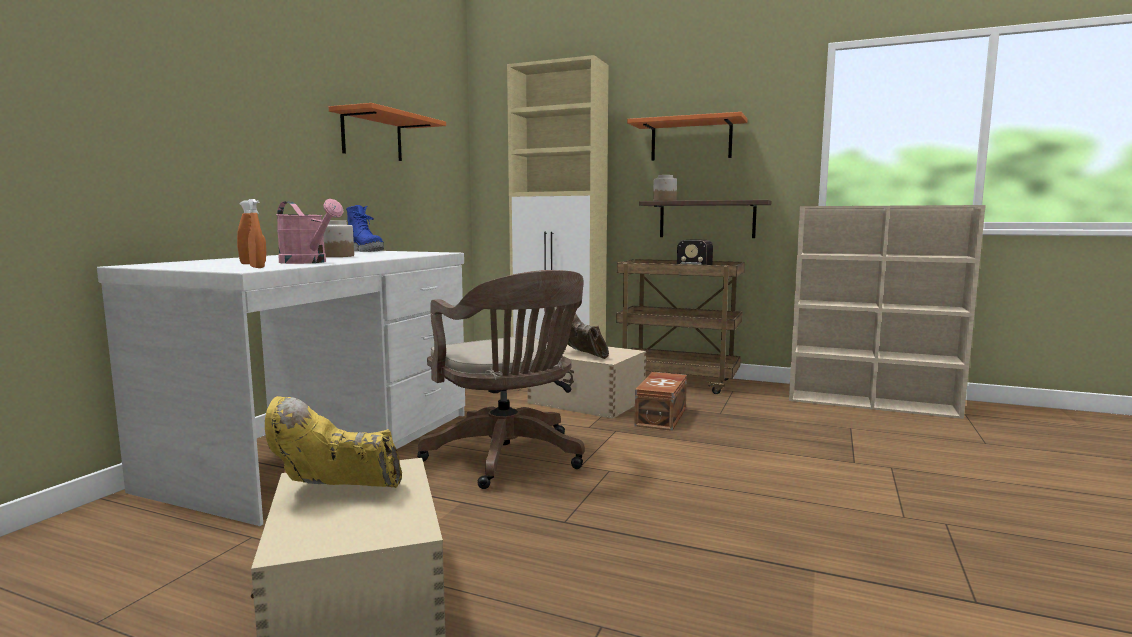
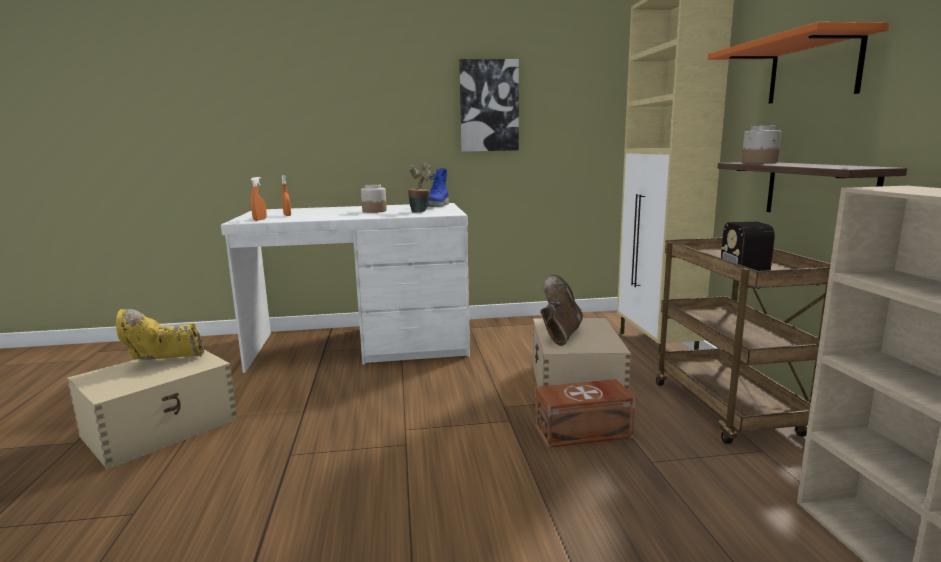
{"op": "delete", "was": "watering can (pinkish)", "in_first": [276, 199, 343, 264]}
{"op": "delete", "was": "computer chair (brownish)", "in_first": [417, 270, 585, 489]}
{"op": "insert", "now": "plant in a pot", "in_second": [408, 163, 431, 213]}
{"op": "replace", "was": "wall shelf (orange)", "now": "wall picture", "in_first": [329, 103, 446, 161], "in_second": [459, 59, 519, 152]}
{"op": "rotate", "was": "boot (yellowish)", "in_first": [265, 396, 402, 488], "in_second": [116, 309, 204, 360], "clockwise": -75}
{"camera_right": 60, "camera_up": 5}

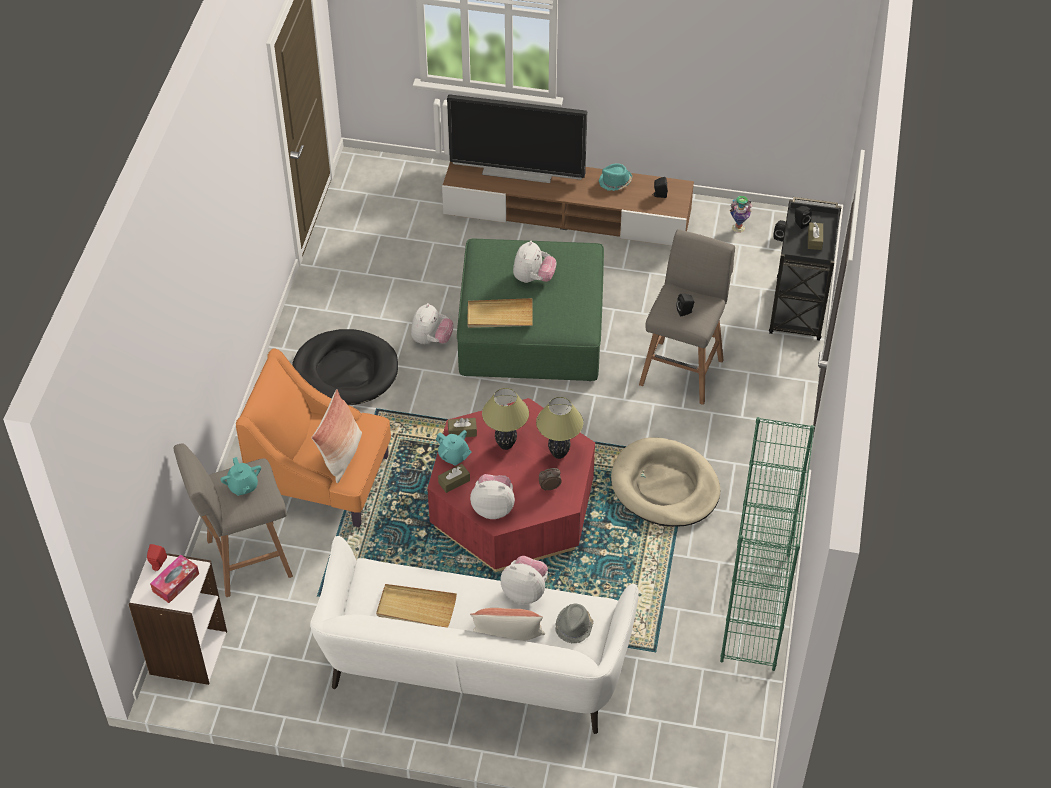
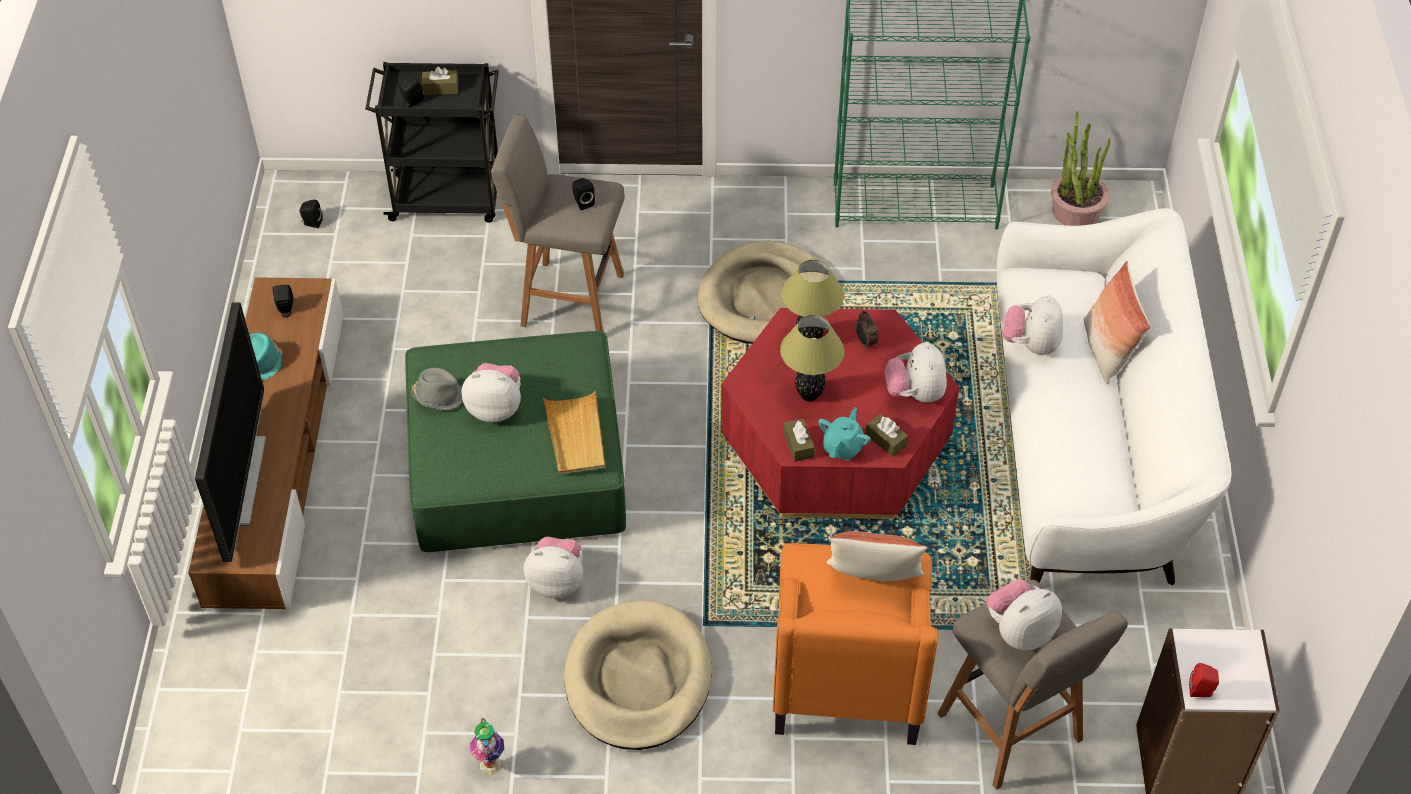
{"op": "delete", "was": "tissue box", "in_first": [150, 555, 199, 603]}
{"op": "delete", "was": "carrying tray (sand-coloured)", "in_first": [376, 584, 457, 628]}
{"op": "insert", "now": "plant in a pot", "in_second": [1051, 111, 1110, 226]}
{"op": "move", "was": "hat (greyish)", "in_first": [555, 604, 593, 643], "in_second": [411, 368, 463, 410]}
{"op": "move", "was": "vase", "in_first": [730, 196, 752, 232], "in_second": [470, 718, 504, 775]}
{"op": "replace", "was": "teapot (turquoise-coloured)", "now": "plush toy", "in_first": [220, 457, 261, 496], "in_second": [986, 579, 1062, 650]}
{"op": "recolor", "was": "dog bed (black)", "now": "dog bed (sand-coloured)", "in_first": [292, 329, 398, 405], "in_second": [564, 600, 712, 750]}
{"camera_right": -100, "camera_up": 0}

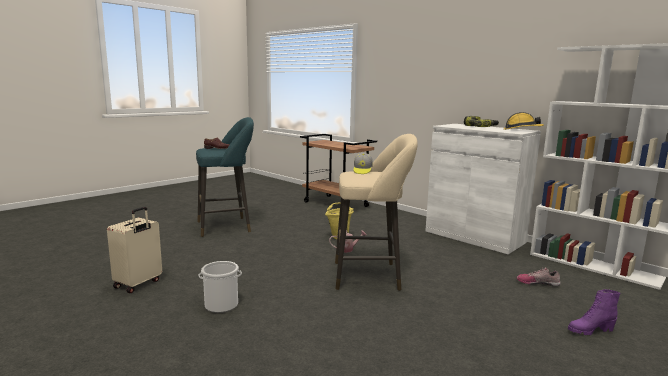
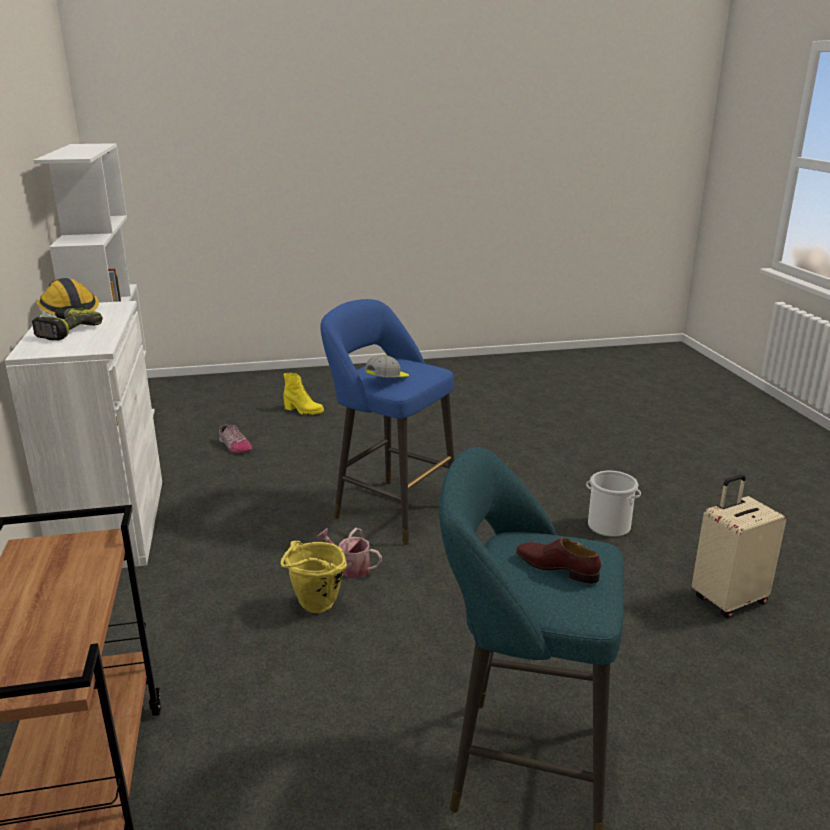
{"op": "recolor", "was": "stool seat (sand-coloured)", "now": "stool seat (blue-coloured)", "in_first": [335, 134, 418, 291], "in_second": [321, 299, 454, 545]}
{"op": "recolor", "was": "boot (purple-coloured)", "now": "boot (yellowish)", "in_first": [568, 289, 620, 336], "in_second": [283, 373, 324, 415]}
{"camera_right": -145, "camera_up": 10}

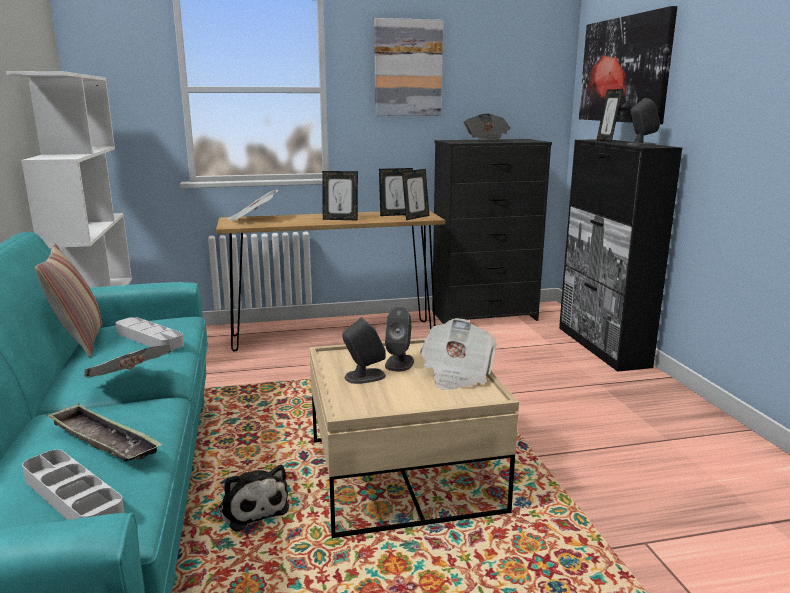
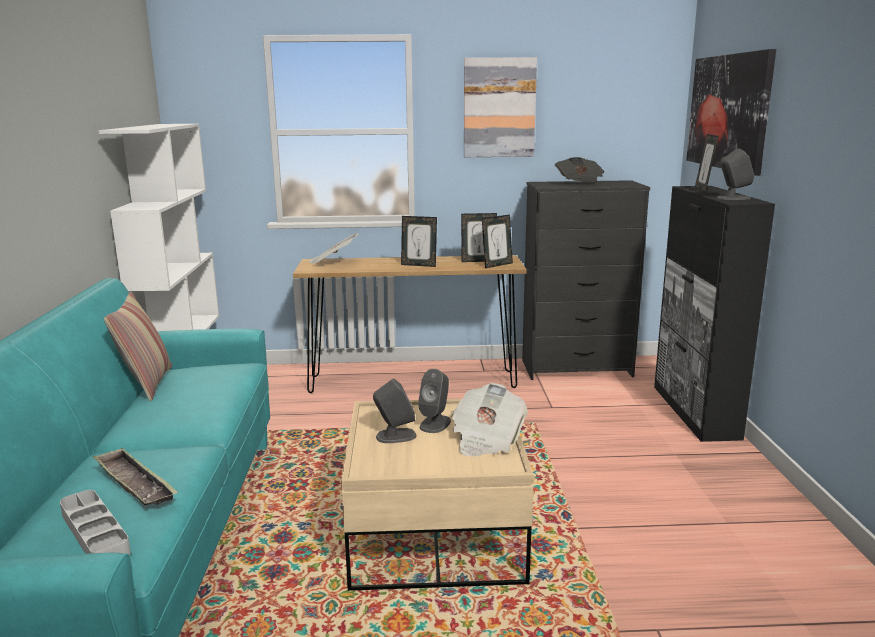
{"op": "delete", "was": "printed paper", "in_first": [84, 345, 171, 378]}
{"op": "delete", "was": "carrying tray (greyish)", "in_first": [115, 317, 184, 351]}
{"op": "delete", "was": "plush toy", "in_first": [219, 465, 289, 532]}
{"camera_right": 10, "camera_up": 0}

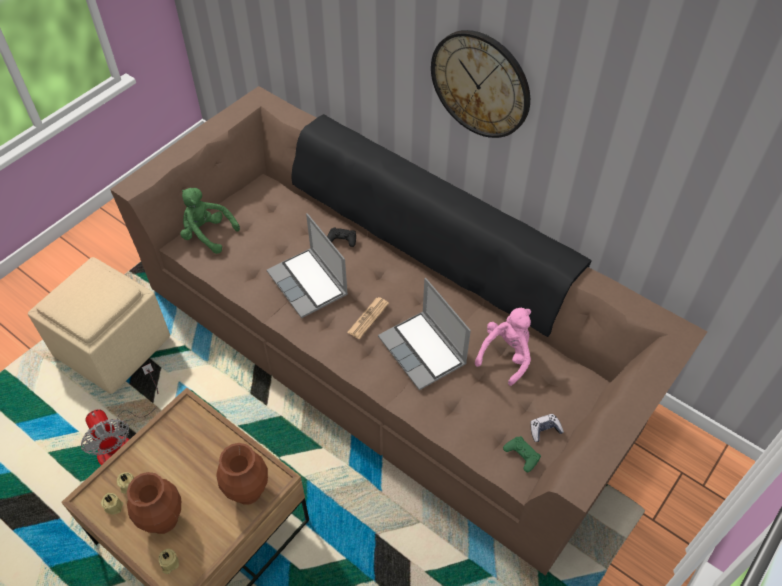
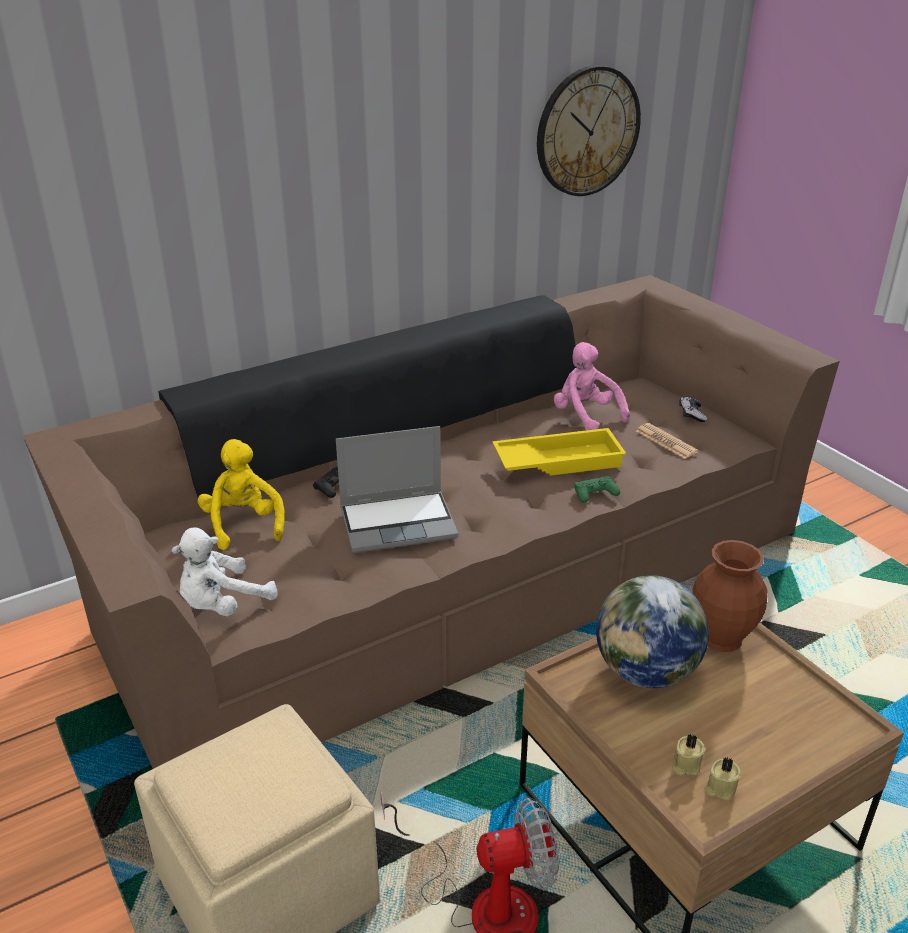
{"op": "delete", "was": "vase (brownish)", "in_first": [127, 472, 181, 534]}
{"op": "delete", "was": "wax candle (sand-coloured)", "in_first": [158, 548, 179, 574]}
{"op": "insert", "now": "plush toy (yellowish)", "in_second": [198, 439, 285, 550]}
{"op": "insert", "now": "globe", "in_second": [596, 575, 709, 688]}
{"op": "move", "was": "printed paper", "in_first": [347, 297, 389, 339], "in_second": [636, 423, 699, 459]}
{"op": "move", "was": "wall clock", "in_first": [431, 30, 530, 138], "in_second": [537, 65, 641, 196]}
{"op": "move", "was": "joypad (green)", "in_first": [503, 436, 541, 472], "in_second": [574, 476, 620, 503]}
{"op": "replace", "was": "portable computer", "now": "carrying tray (yellowish)", "in_first": [378, 278, 471, 390], "in_second": [492, 428, 626, 476]}
{"op": "recolor", "was": "plush toy (green)", "now": "plush toy (white)", "in_first": [180, 188, 240, 254], "in_second": [172, 527, 278, 616]}
{"camera_right": -70, "camera_up": -20}

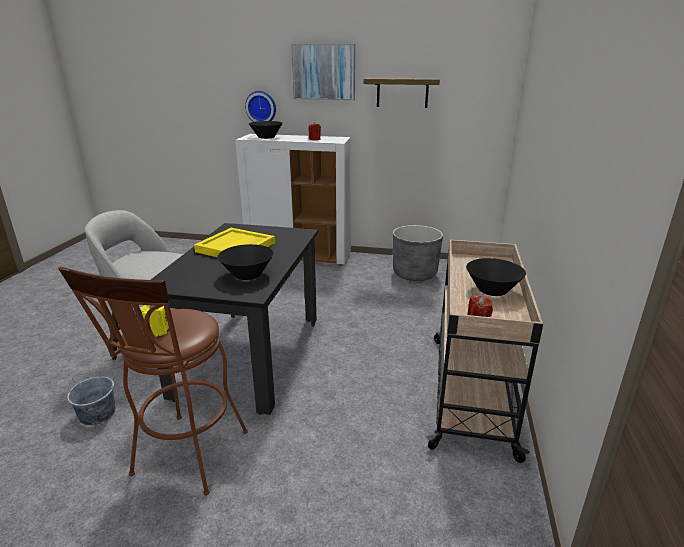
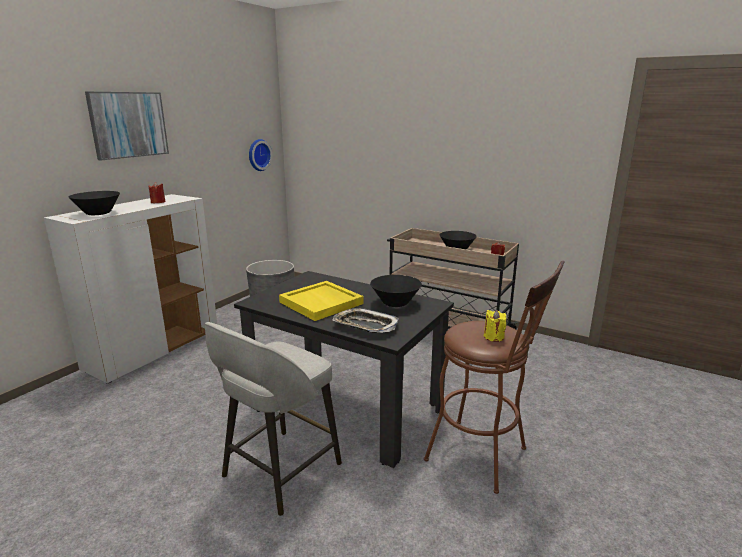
{"op": "delete", "was": "water bucket (greyish)", "in_first": [67, 369, 115, 425]}
{"op": "delete", "was": "wall shelf", "in_first": [364, 78, 440, 108]}
{"op": "insert", "now": "carrying tray", "in_second": [333, 308, 399, 333]}
{"op": "move", "was": "wall clock", "in_first": [245, 91, 276, 122], "in_second": [249, 139, 272, 171]}
{"camera_right": -70, "camera_up": -5}

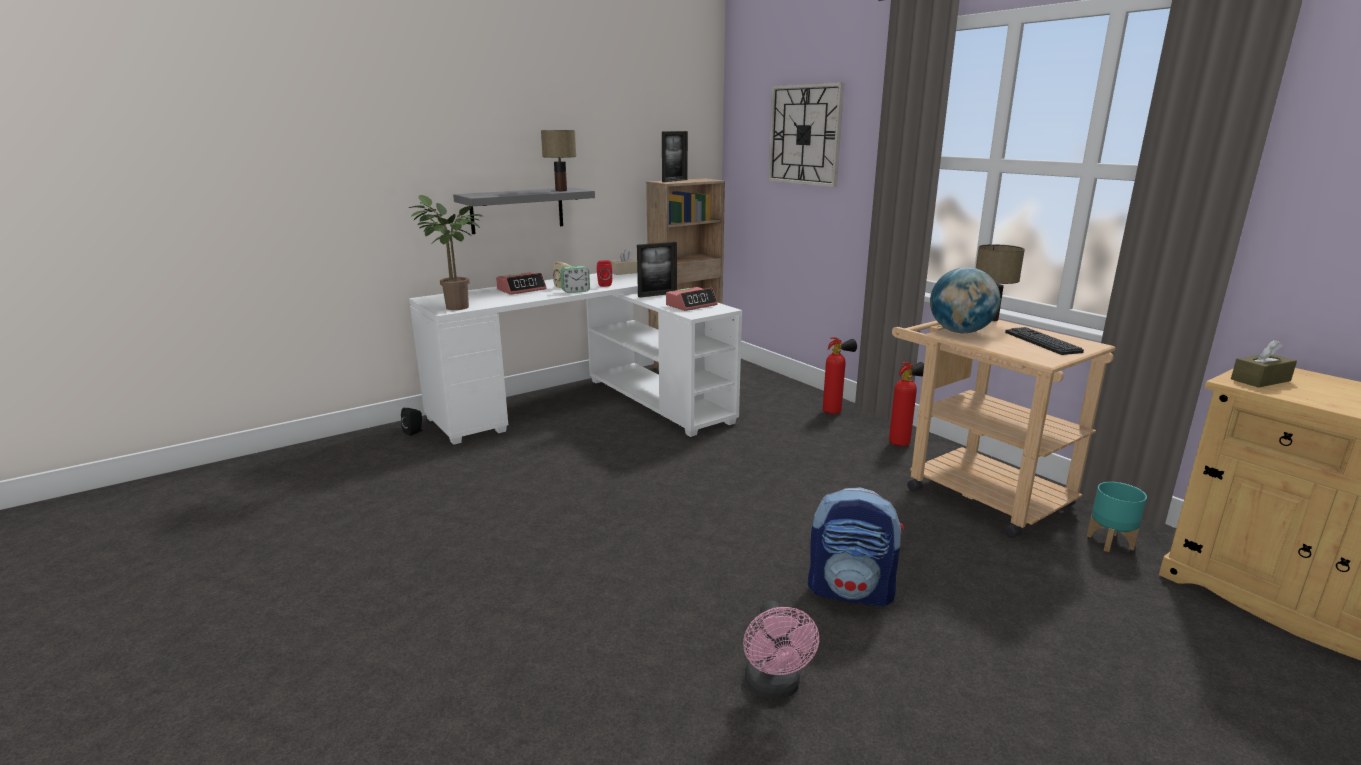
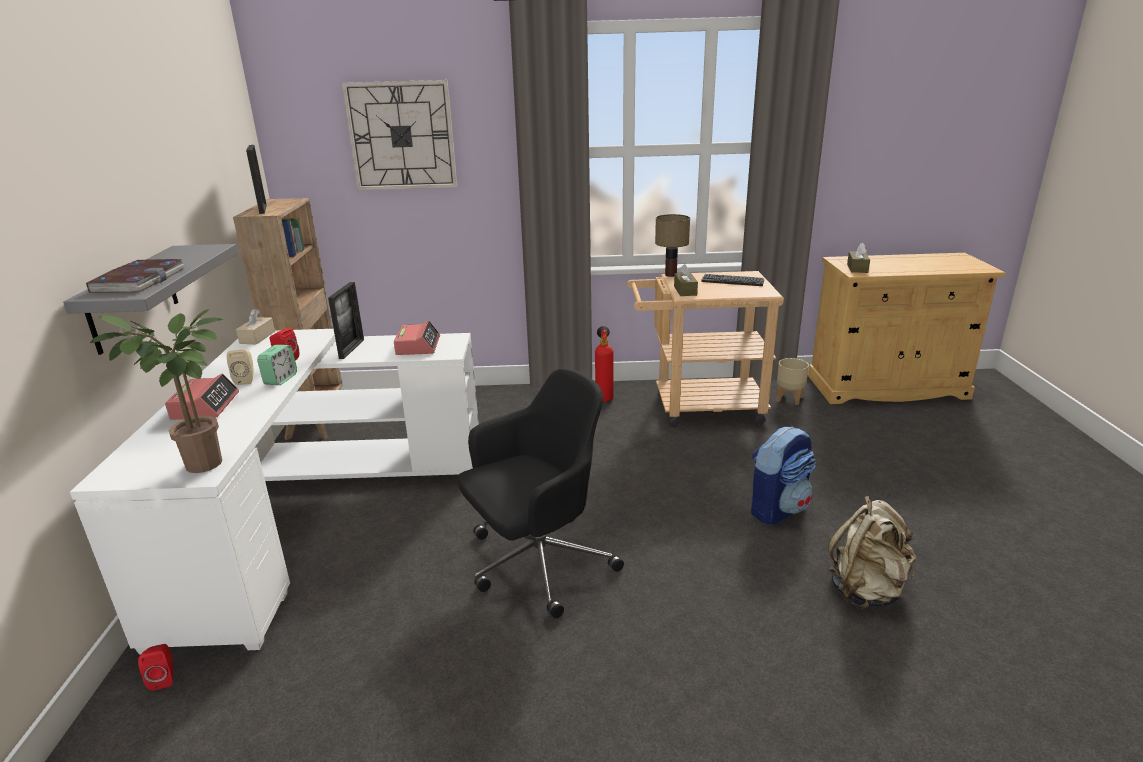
{"op": "delete", "was": "lamp for a table", "in_first": [541, 130, 576, 191]}
{"op": "delete", "was": "fire extinguisher", "in_first": [823, 337, 857, 414]}
{"op": "insert", "now": "bound book", "in_second": [86, 259, 184, 293]}
{"op": "insert", "now": "computer chair (black)", "in_second": [458, 368, 624, 618]}
{"op": "replace", "was": "electric fan (pinkish)", "now": "rucksack (sand-coloured)", "in_first": [743, 600, 819, 699], "in_second": [828, 496, 917, 609]}
{"op": "replace", "was": "globe", "now": "tissue box (brownish)", "in_first": [930, 267, 1000, 333], "in_second": [674, 264, 698, 296]}
{"op": "recolor", "was": "speaker (black)", "now": "speaker (red-coloured)", "in_first": [401, 408, 422, 436], "in_second": [138, 644, 173, 691]}
{"op": "recolor", "was": "plant pot (turquoise-coloured)", "now": "plant pot (sand-coloured)", "in_first": [1087, 482, 1147, 552], "in_second": [776, 358, 809, 405]}
{"camera_right": -55, "camera_up": 5}

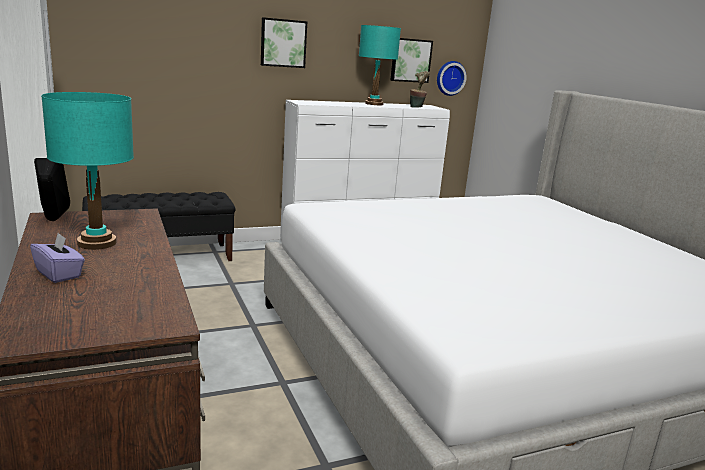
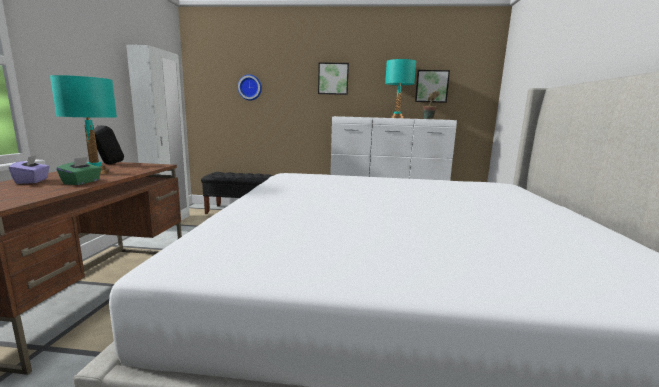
{"op": "insert", "now": "tissue box (green)", "in_second": [56, 157, 102, 185]}
{"op": "move", "was": "wall clock", "in_first": [437, 61, 467, 96], "in_second": [238, 75, 262, 100]}
{"camera_right": 30, "camera_up": -5}

